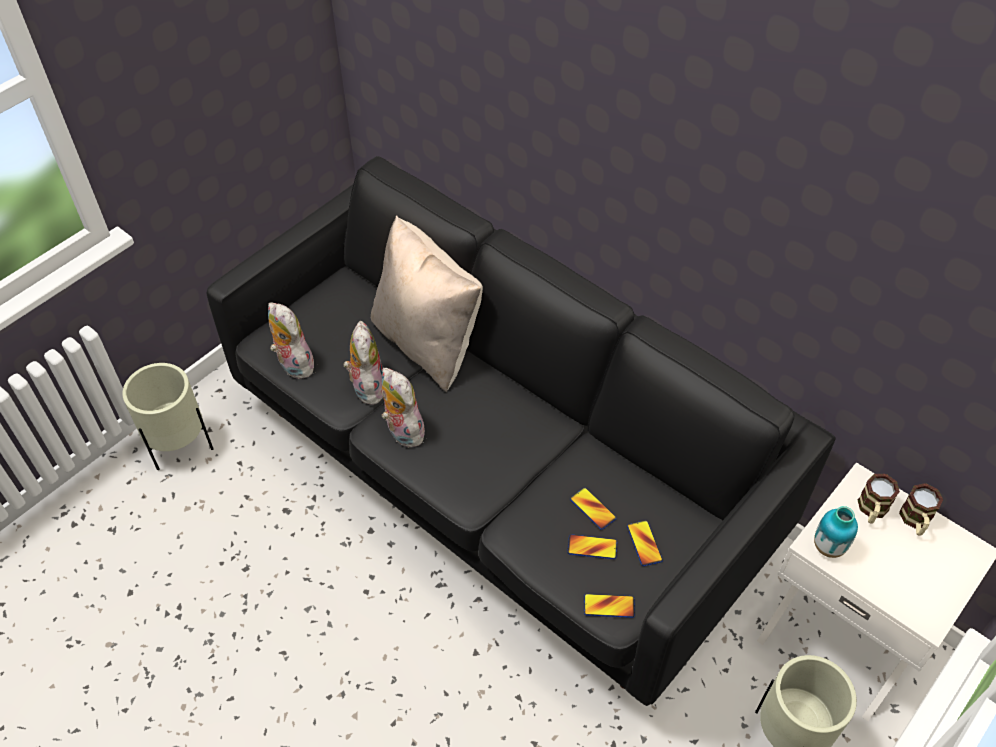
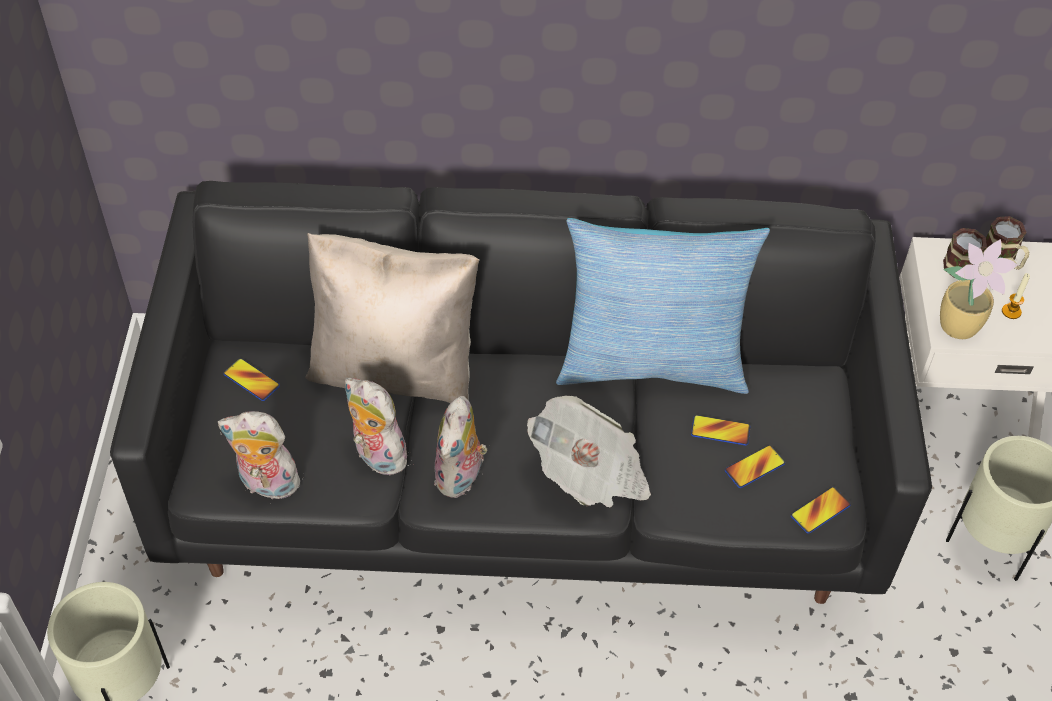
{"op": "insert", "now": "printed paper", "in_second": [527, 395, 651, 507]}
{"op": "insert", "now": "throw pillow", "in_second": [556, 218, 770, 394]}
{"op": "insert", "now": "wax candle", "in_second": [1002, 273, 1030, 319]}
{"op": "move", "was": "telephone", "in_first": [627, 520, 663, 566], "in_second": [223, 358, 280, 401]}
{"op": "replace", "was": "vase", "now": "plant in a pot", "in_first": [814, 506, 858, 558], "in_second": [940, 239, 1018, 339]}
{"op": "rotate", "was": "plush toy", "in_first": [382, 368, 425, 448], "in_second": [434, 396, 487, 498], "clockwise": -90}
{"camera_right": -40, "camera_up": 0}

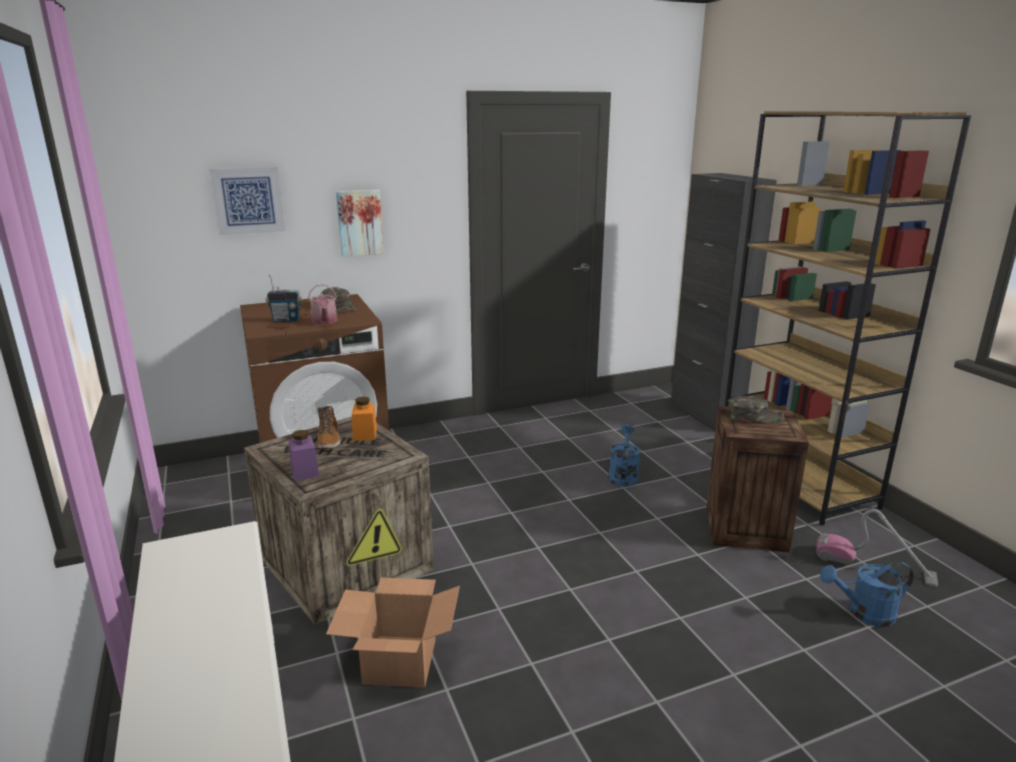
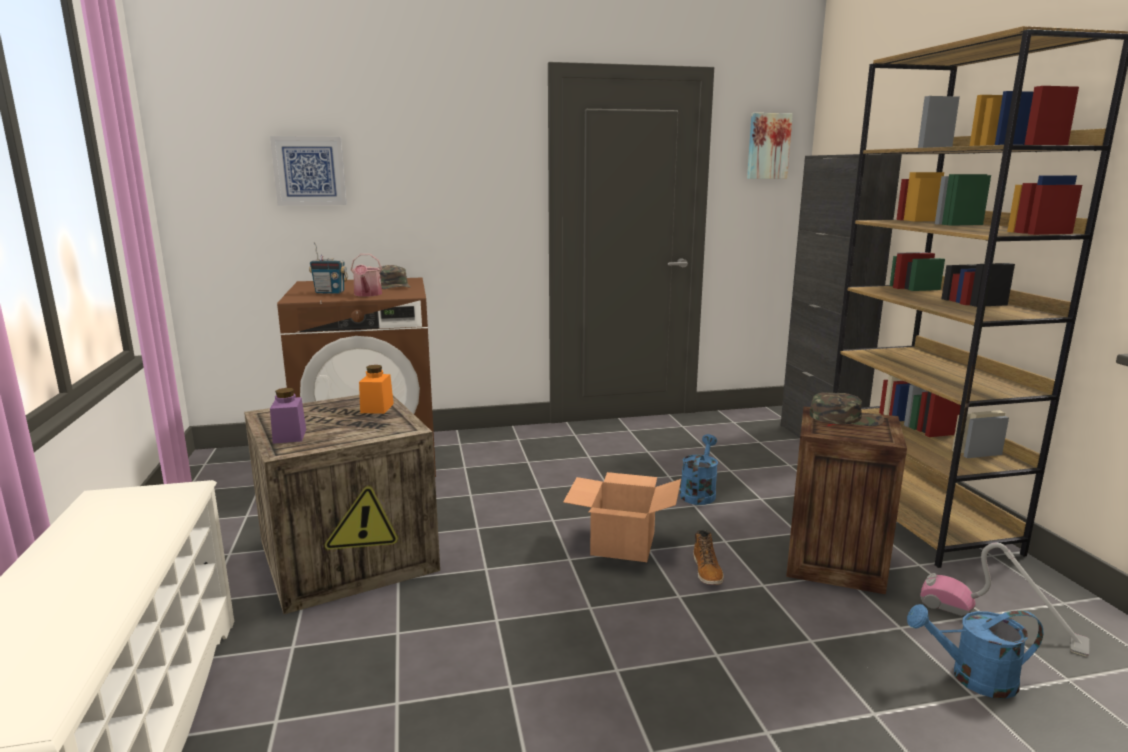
{"op": "move", "was": "boot", "in_first": [317, 406, 341, 449], "in_second": [693, 530, 724, 585]}
{"op": "move", "was": "carton", "in_first": [326, 577, 460, 688], "in_second": [563, 472, 681, 562]}
{"op": "move", "was": "wall picture", "in_first": [336, 190, 384, 257], "in_second": [747, 113, 793, 179]}
{"camera_right": 10, "camera_up": -5}

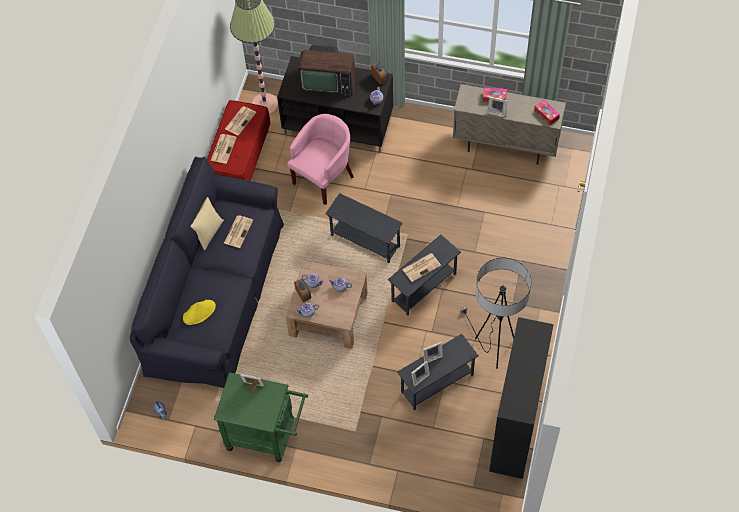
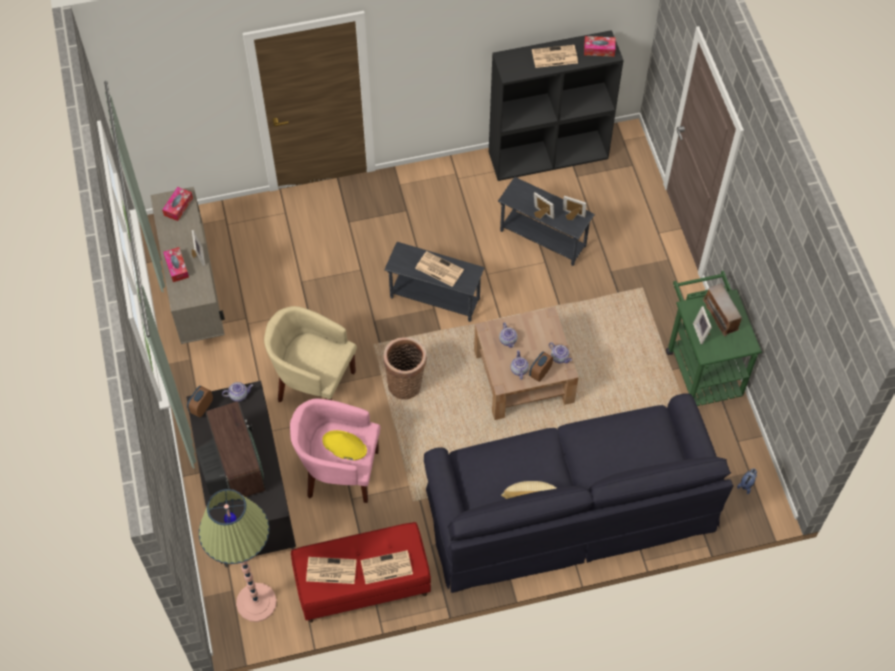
{"op": "delete", "was": "standing lamp", "in_first": [460, 258, 531, 369]}
{"op": "insert", "now": "armchair (sand-coloured)", "in_second": [264, 306, 357, 402]}
{"op": "insert", "now": "tissue box", "in_second": [584, 36, 616, 57]}
{"op": "insert", "now": "radio receiver", "in_second": [703, 284, 743, 336]}
{"op": "move", "was": "hat (yellowish)", "in_first": [183, 300, 216, 325], "in_second": [322, 430, 367, 460]}
{"op": "move", "was": "printed paper", "in_first": [224, 215, 253, 248], "in_second": [532, 45, 578, 68]}
{"op": "replace", "was": "accent table (greyish)", "now": "basket", "in_first": [326, 193, 403, 263], "in_second": [383, 337, 427, 400]}
{"camera_right": -120, "camera_up": 0}

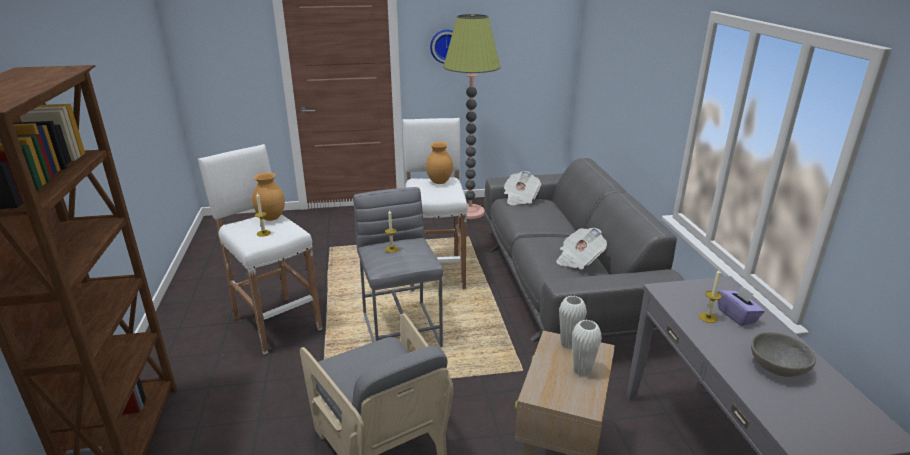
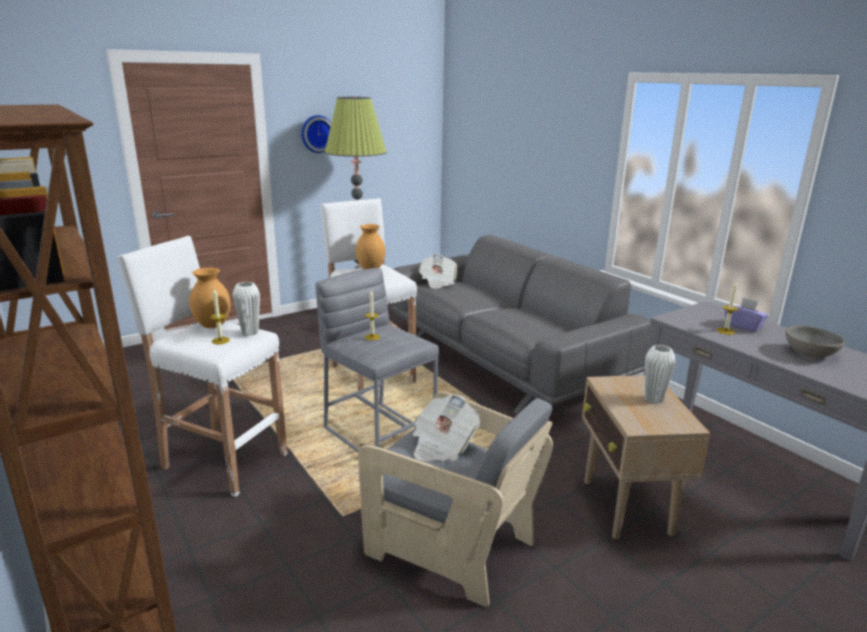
{"op": "move", "was": "printed paper", "in_first": [556, 228, 607, 269], "in_second": [413, 394, 480, 461]}
{"op": "move", "was": "vase (white)", "in_first": [559, 296, 587, 349], "in_second": [233, 282, 260, 336]}
{"camera_right": -25, "camera_up": -5}

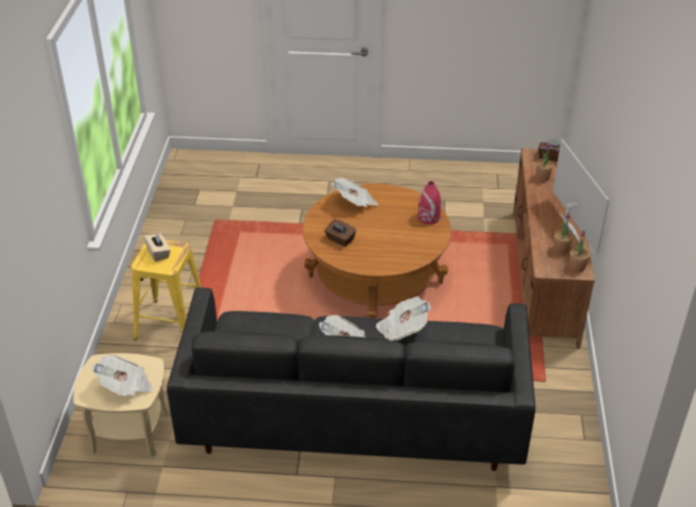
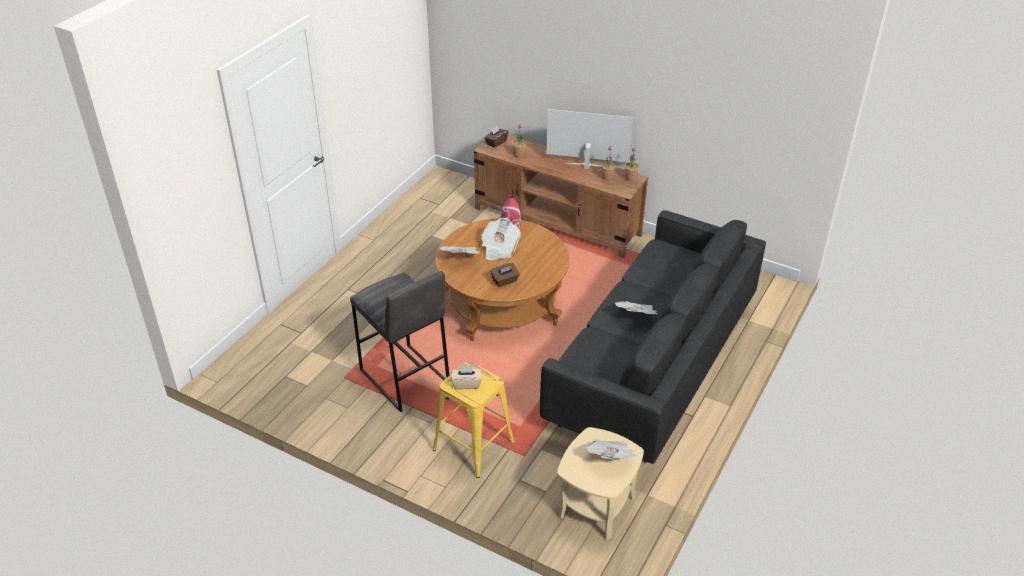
{"op": "insert", "now": "stool seat (greyish)", "in_second": [350, 271, 449, 412]}
{"op": "move", "was": "printed paper", "in_first": [376, 297, 431, 341], "in_second": [481, 218, 521, 260]}
{"camera_right": -65, "camera_up": 0}

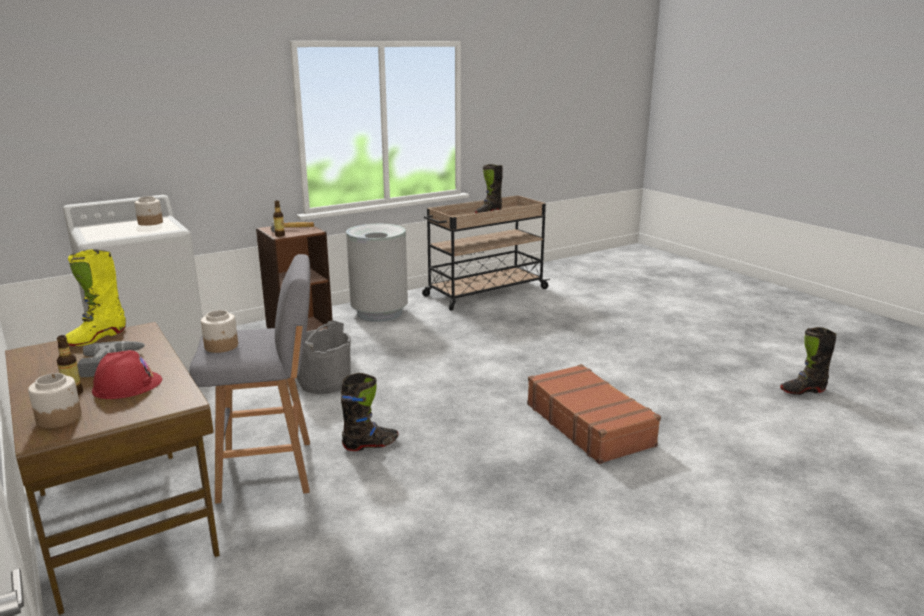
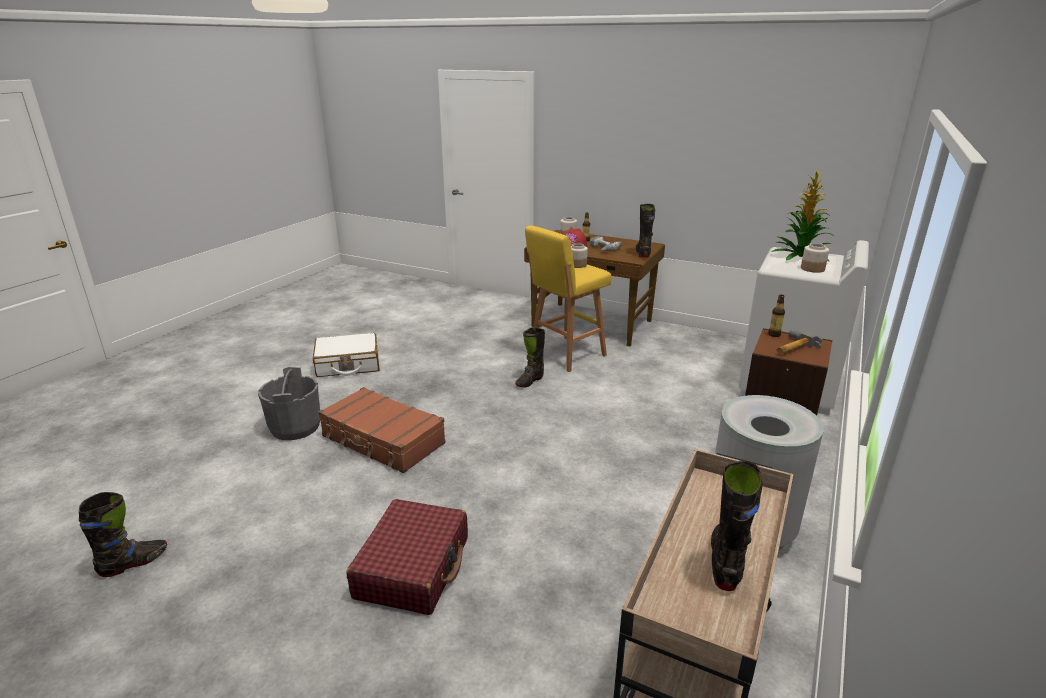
{"op": "insert", "now": "suitcase (white)", "in_second": [313, 333, 380, 377]}
{"op": "insert", "now": "suitcase (red-coloured)", "in_second": [346, 499, 468, 615]}
{"op": "insert", "now": "plant in a pot", "in_second": [771, 170, 834, 262]}
{"op": "move", "was": "water bucket (greyish)", "in_first": [297, 320, 351, 394], "in_second": [258, 367, 320, 440]}
{"op": "recolor", "was": "boot (yellowish)", "now": "boot (black)", "in_first": [65, 249, 126, 346], "in_second": [636, 204, 655, 258]}
{"op": "recolor", "was": "stool seat (greyish)", "now": "stool seat (yellowish)", "in_first": [189, 254, 310, 504], "in_second": [525, 225, 612, 372]}
{"camera_right": 150, "camera_up": 5}

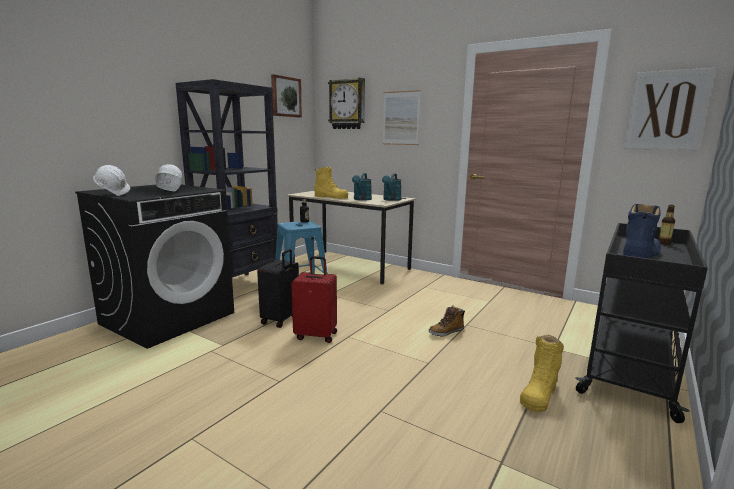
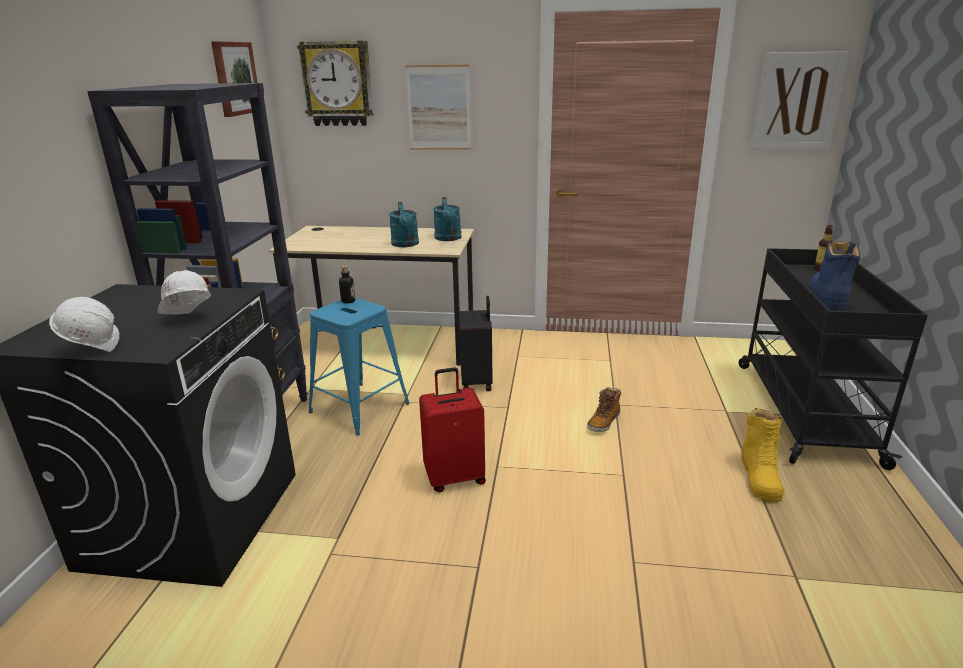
{"op": "delete", "was": "boot (yellowish)", "in_first": [314, 166, 348, 199]}
{"op": "move", "was": "suitcase (black)", "in_first": [257, 249, 299, 328], "in_second": [459, 296, 493, 391]}
{"camera_right": -25, "camera_up": 10}

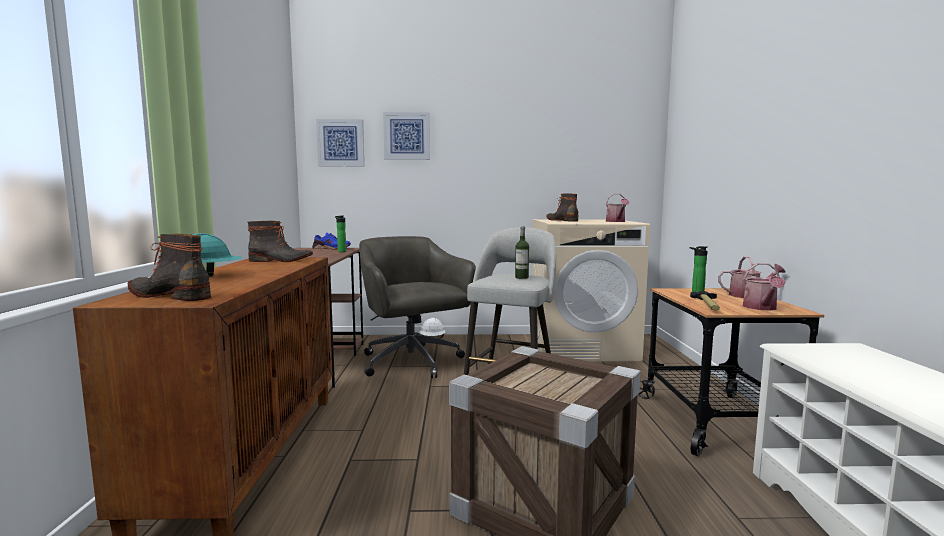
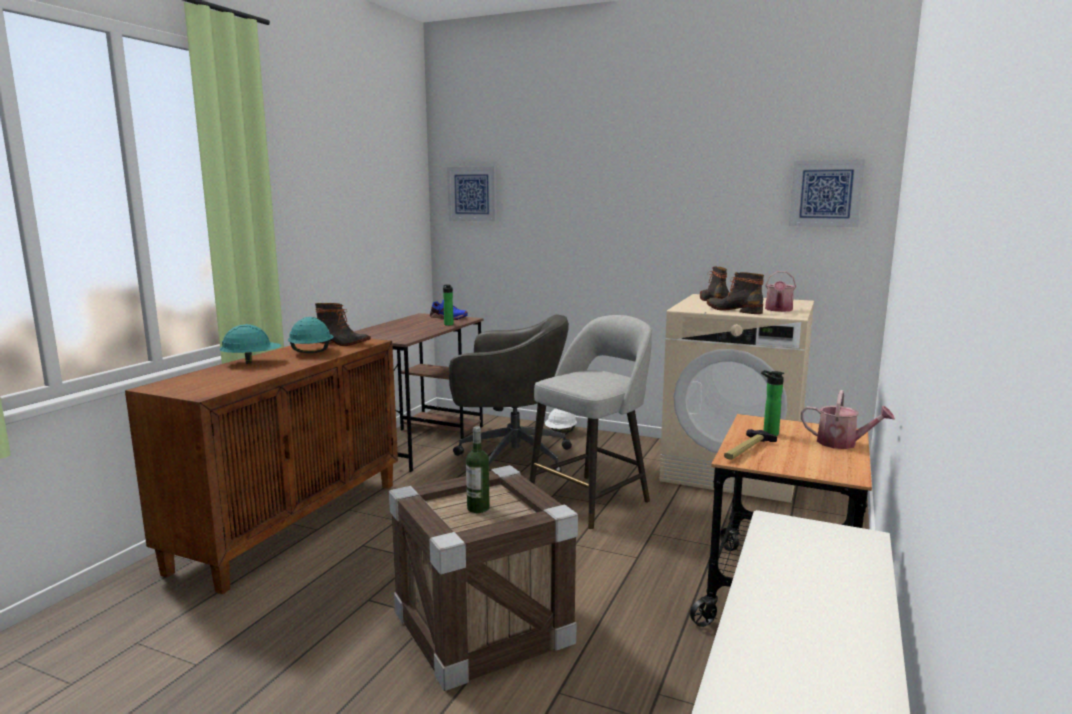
{"op": "delete", "was": "watering can", "in_first": [743, 263, 785, 310]}
{"op": "insert", "now": "safety helmet (turquoise-coloured)", "in_second": [288, 317, 334, 353]}
{"op": "move", "was": "boot", "in_first": [128, 234, 211, 301], "in_second": [707, 272, 764, 314]}
{"op": "move", "was": "wall picture", "in_first": [383, 112, 430, 160], "in_second": [789, 159, 865, 227]}
{"op": "move", "was": "beverage bottle", "in_first": [515, 226, 529, 279], "in_second": [466, 426, 490, 513]}
{"op": "rotate", "was": "computer chair (greyish)", "in_first": [359, 236, 476, 378], "in_second": [449, 314, 572, 472], "clockwise": 105}
{"camera_right": 25, "camera_up": 5}

